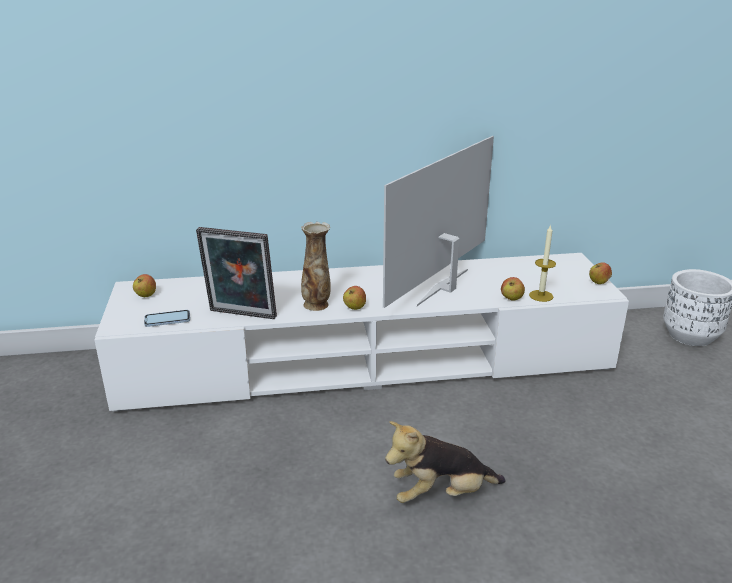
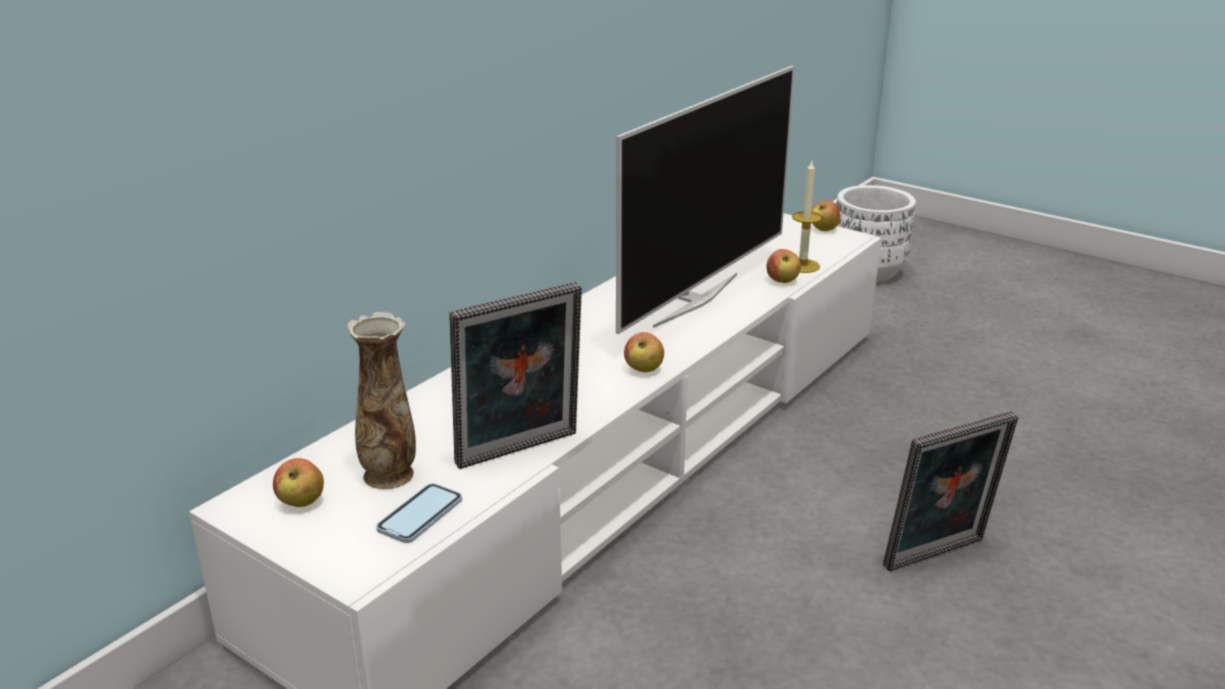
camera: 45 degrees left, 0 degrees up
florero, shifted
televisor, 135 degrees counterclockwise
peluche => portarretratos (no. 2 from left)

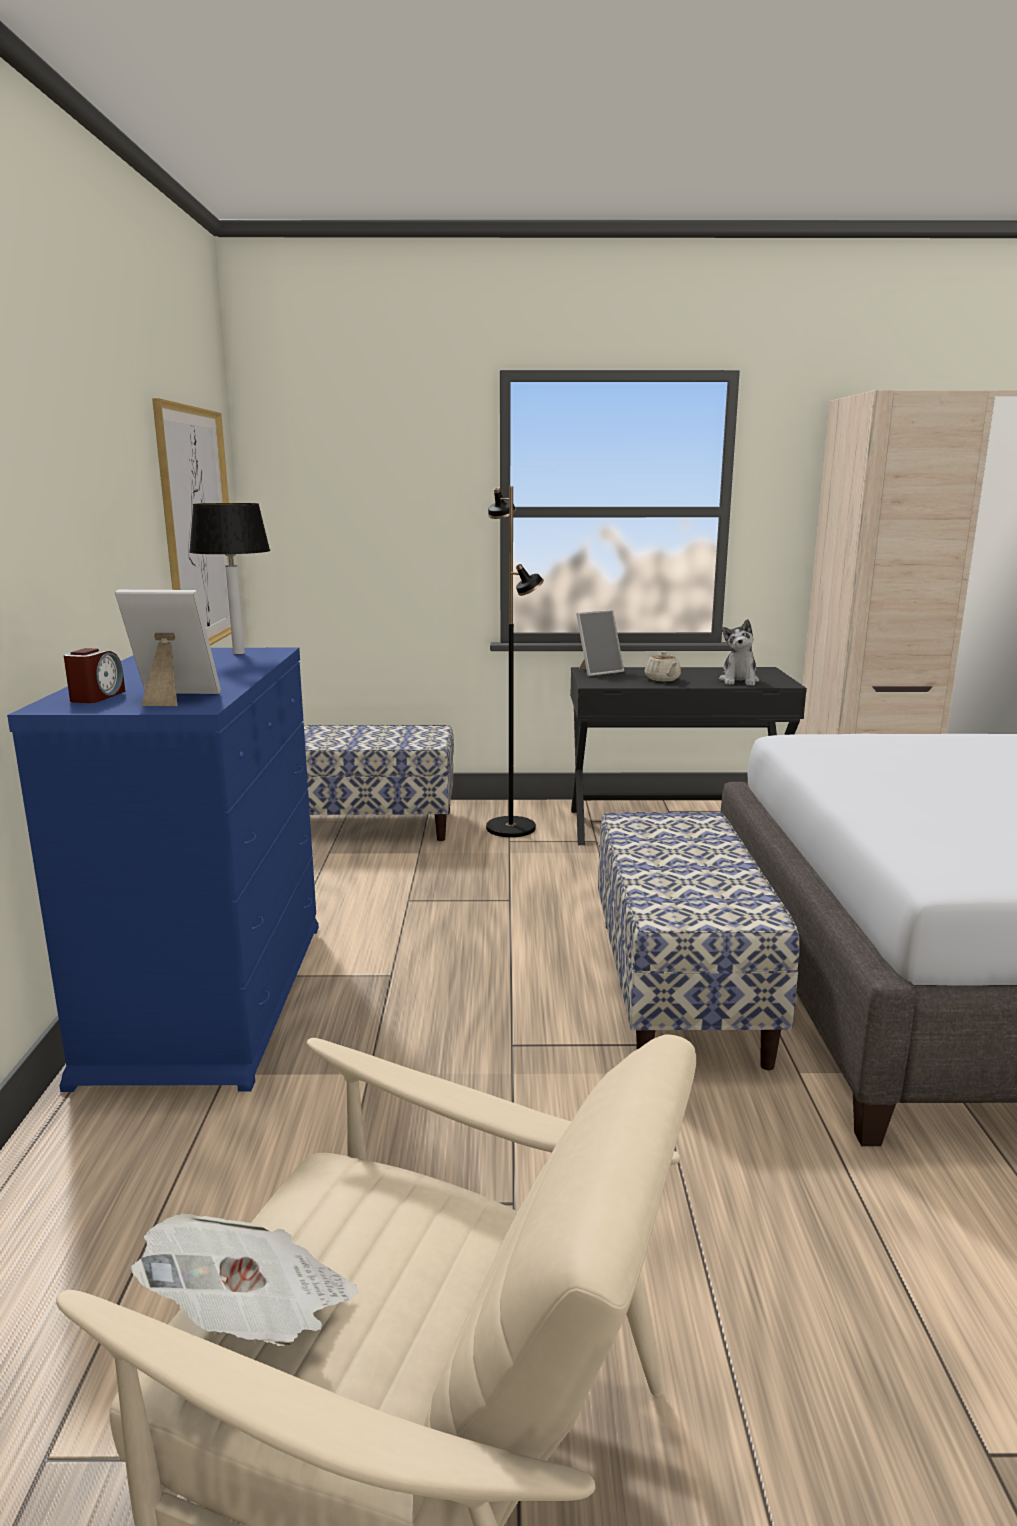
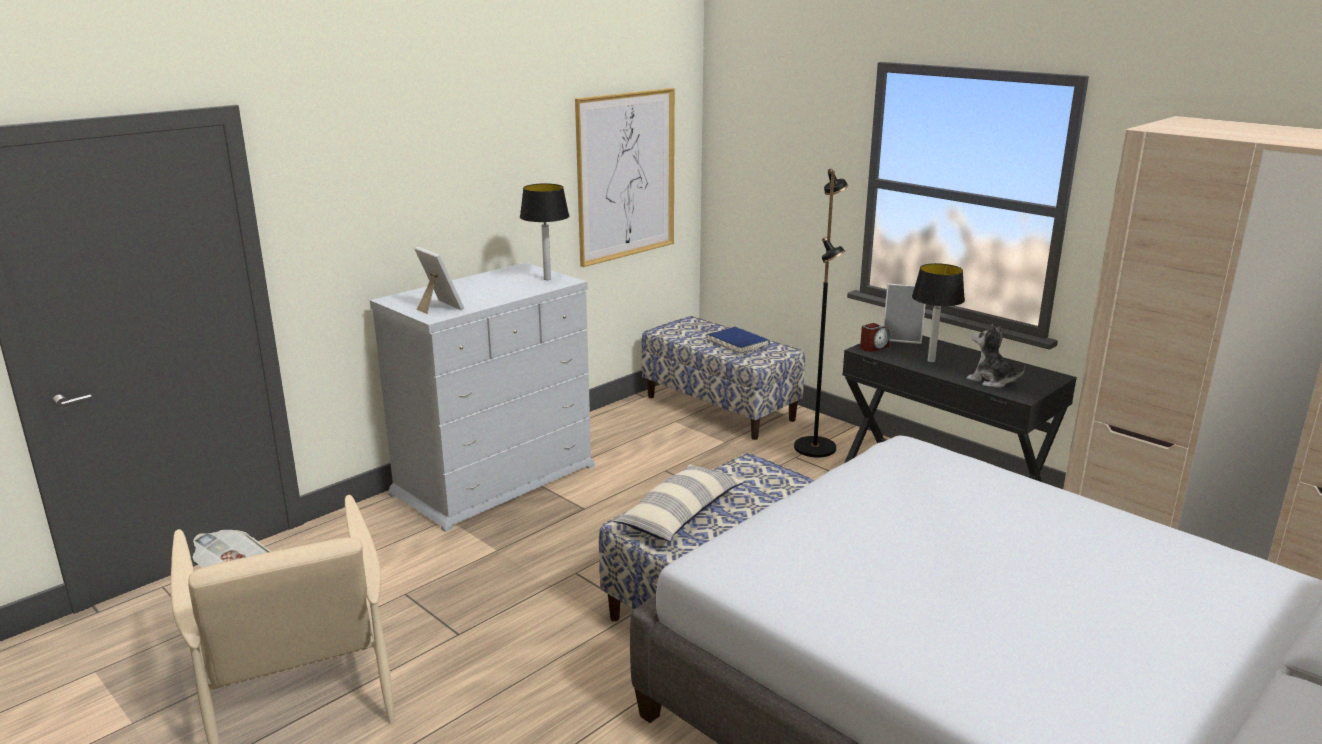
camera: 45 degrees right, 5 degrees up
cómoda [azul] => cómoda [blanco]
nothing => cojín
nothing => libro [azul]
despertador, shifted
tetera [beis] => lámpara de mesa (no. 2 from left)
peluche, 75 degrees clockwise

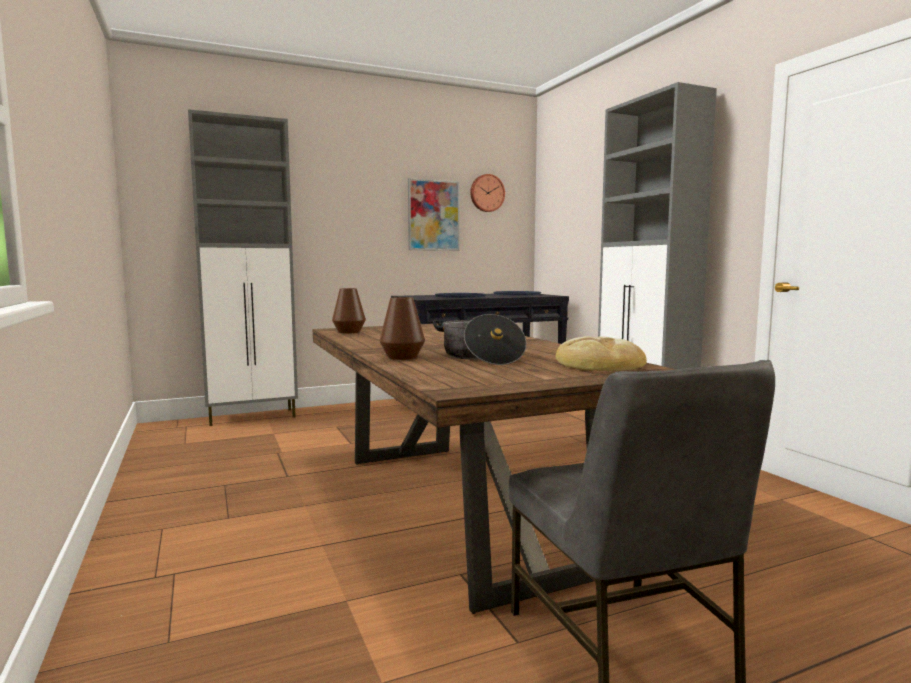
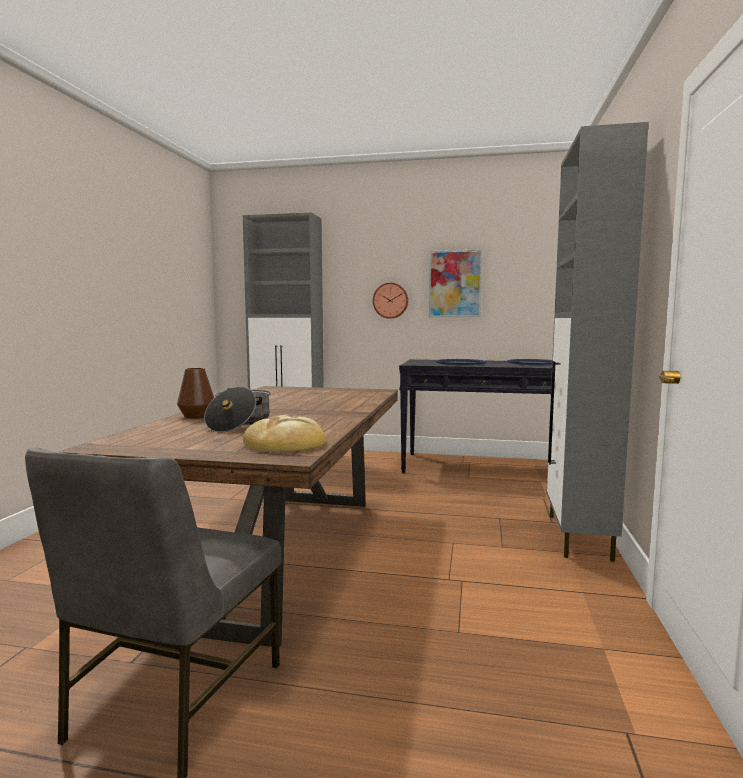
camera: 35 degrees right, 0 degrees up
reloj de pared, shifted
florero [marrón] (no. 1 from left) => nothing

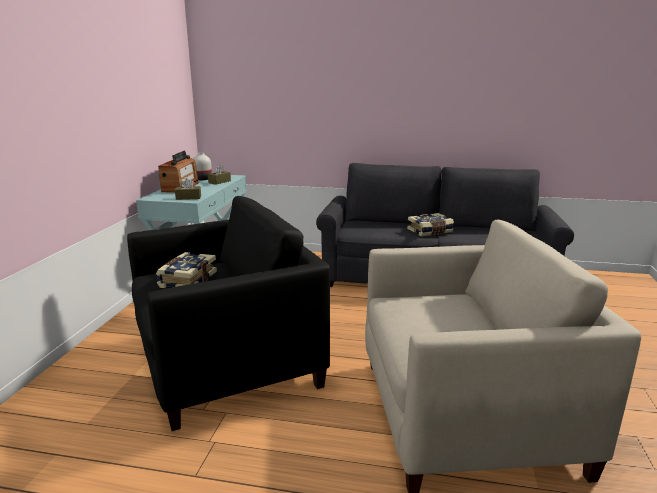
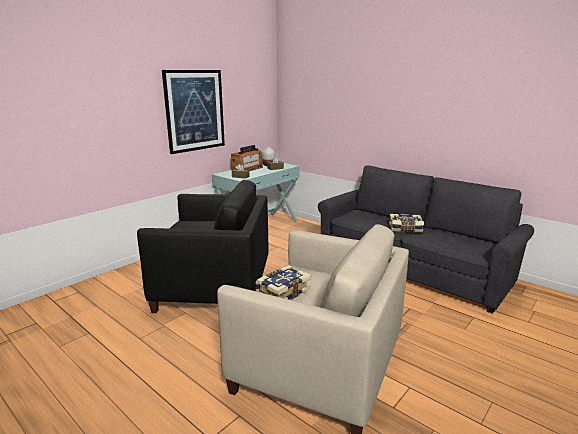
camera: 30 degrees right, 0 degrees up
nothing => cuadro
libro (no. 1 from left), shifted

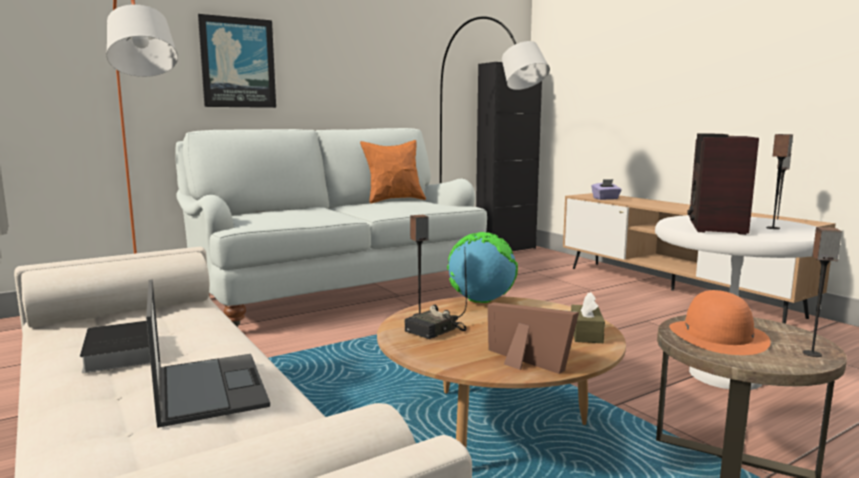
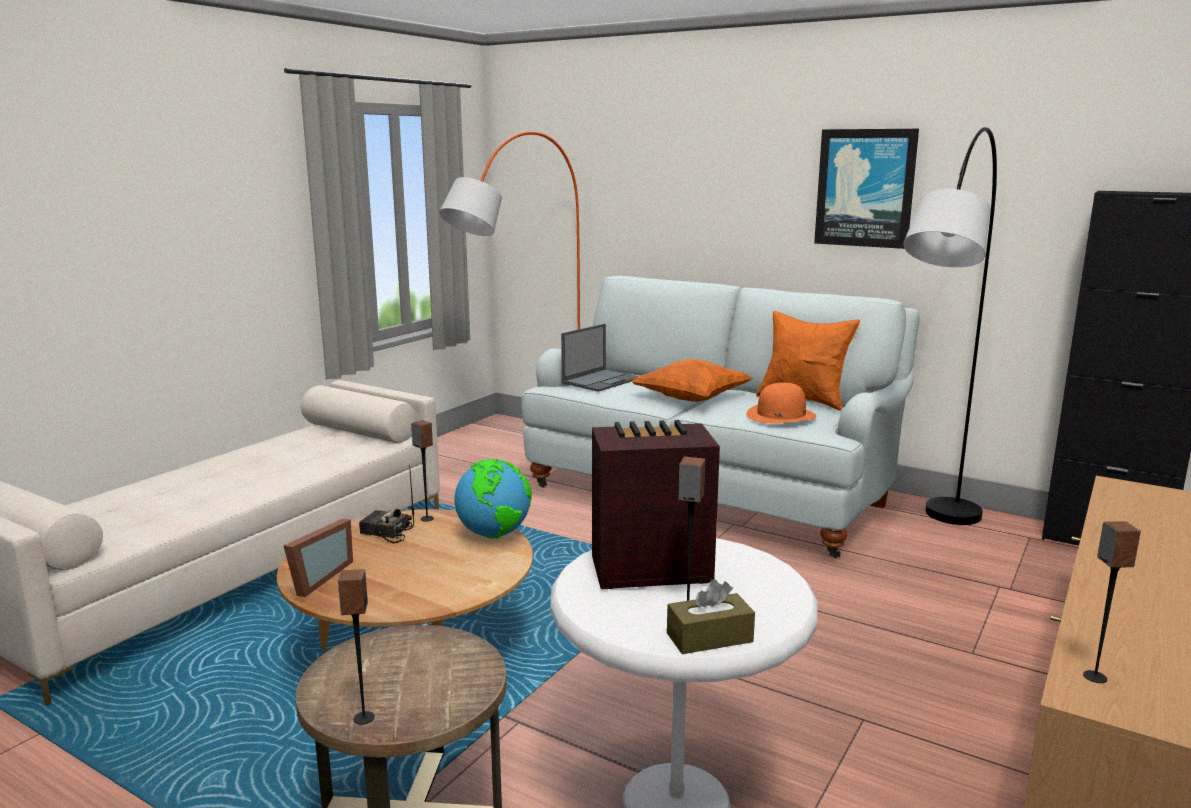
camera: 65 degrees right, 5 degrees up
portátil, shifted
nothing => cojín [naranja] (no. 1 from left)
caja de pañuelos [marrón], shifted
sombrero [naranja], shifted
cuadro, shifted
libro => nothing
caja de pañuelos [morado] => nothing

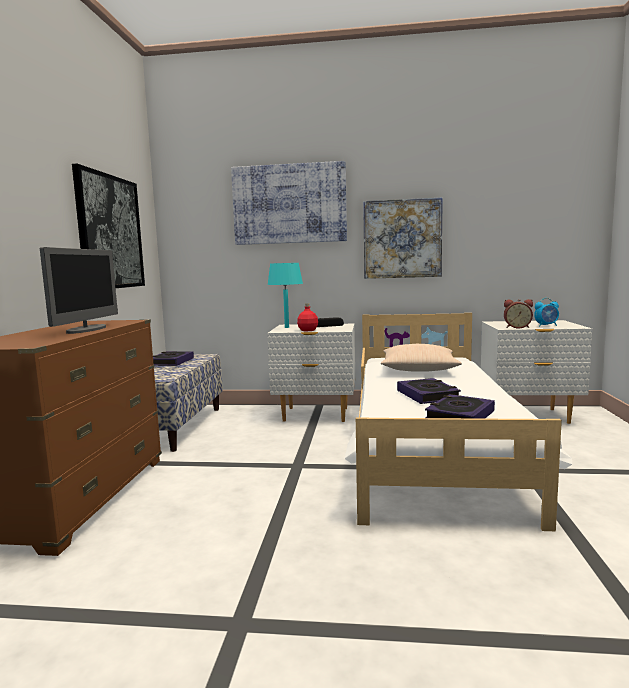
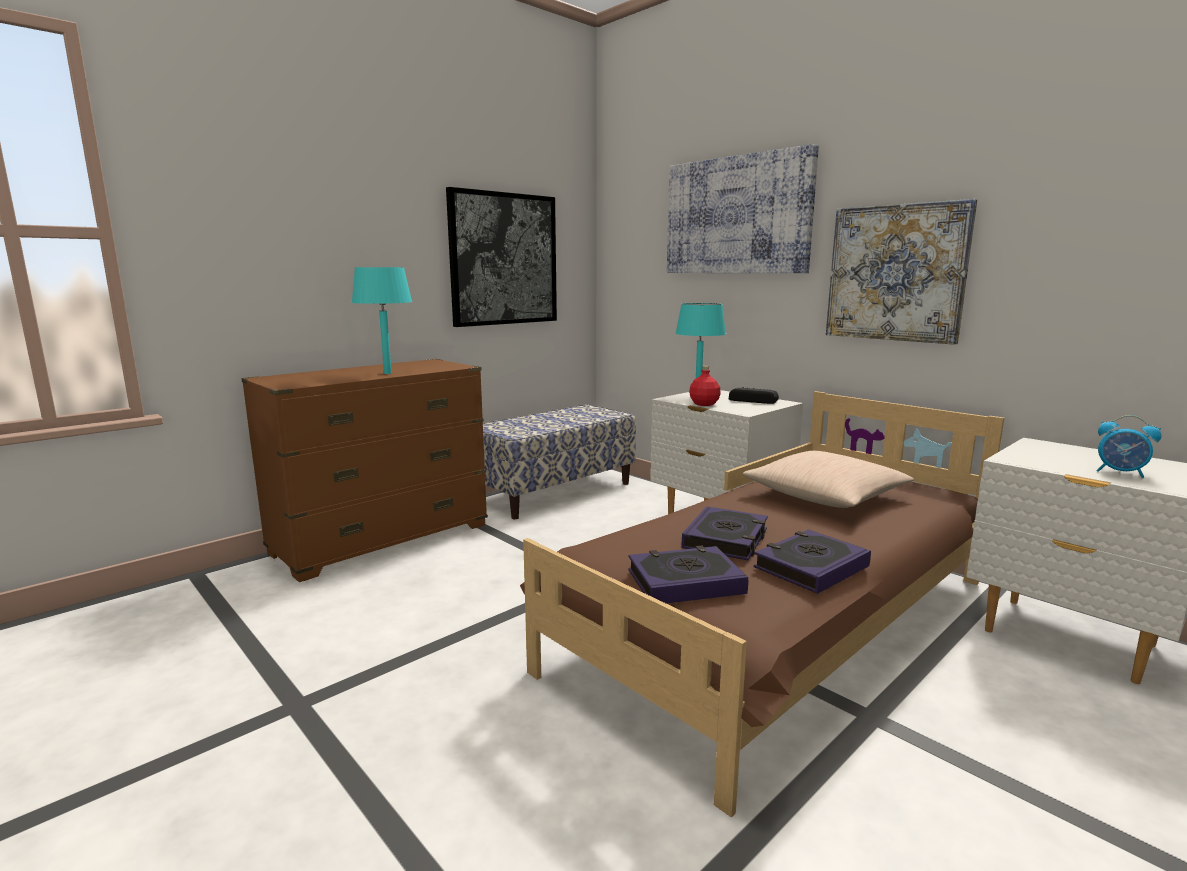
camera: 40 degrees right, 5 degrees up
monitor => lámpara de mesa [turquesa] (no. 1 from left)
cama [blanco] => cama [marrón]
libro (no. 1 from left in the first image) => libro (no. 3 from left), shifted
despertador (no. 1 from left) => nothing

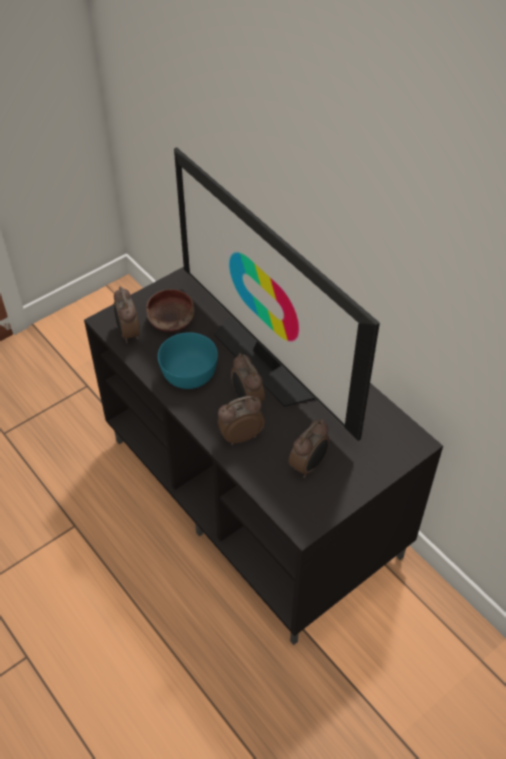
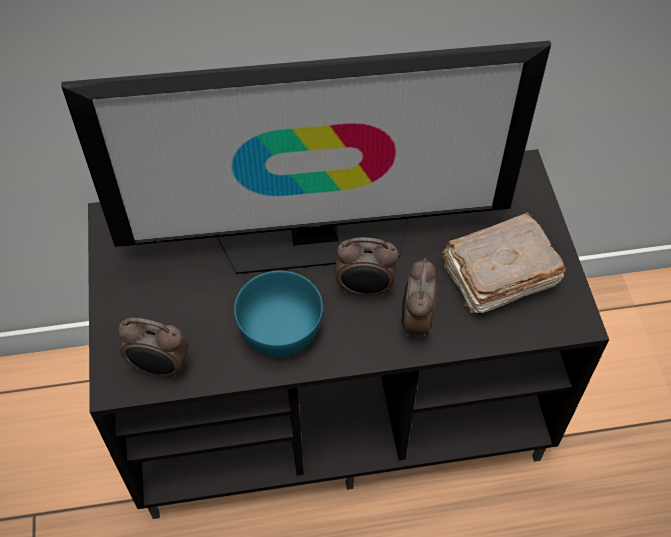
camera: 60 degrees left, 5 degrees up
despertador (no. 4 from left) => libro [marrón]
cuenco [marrón] => nothing

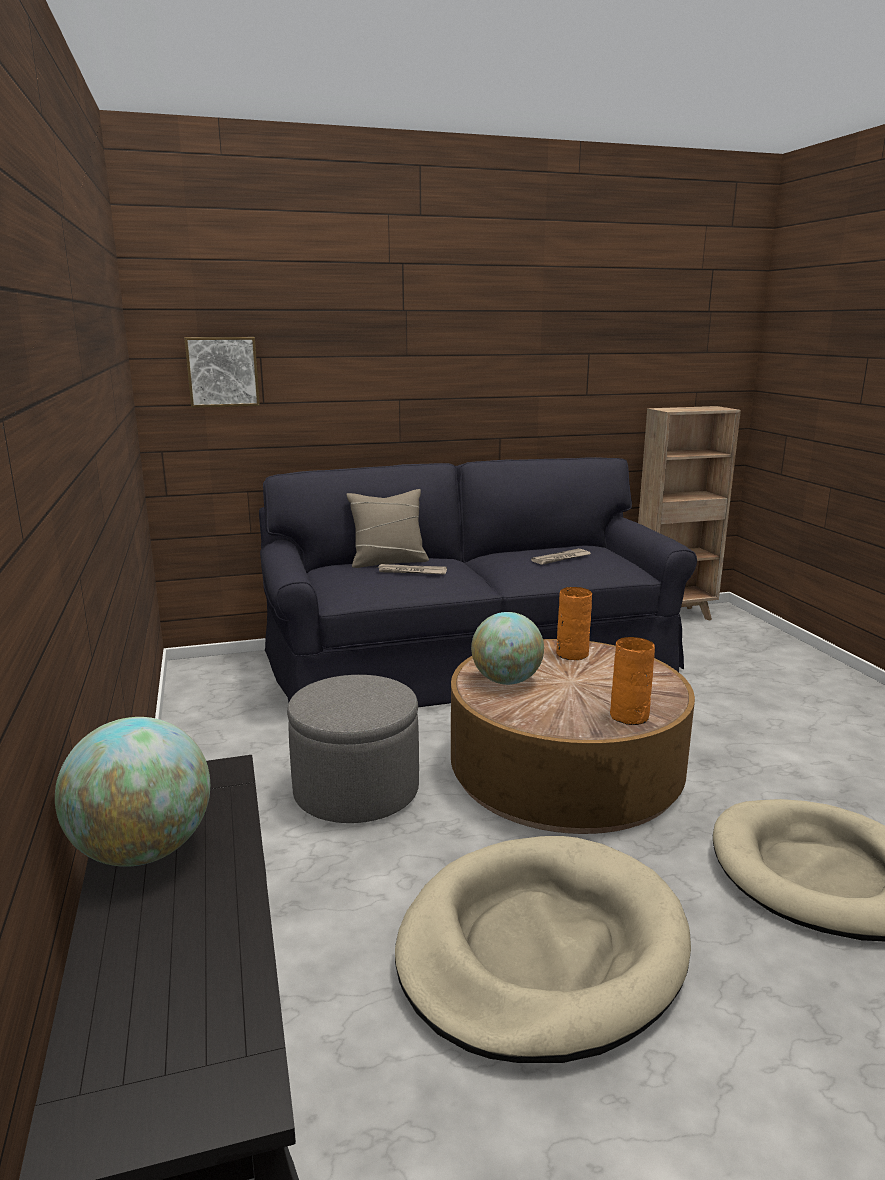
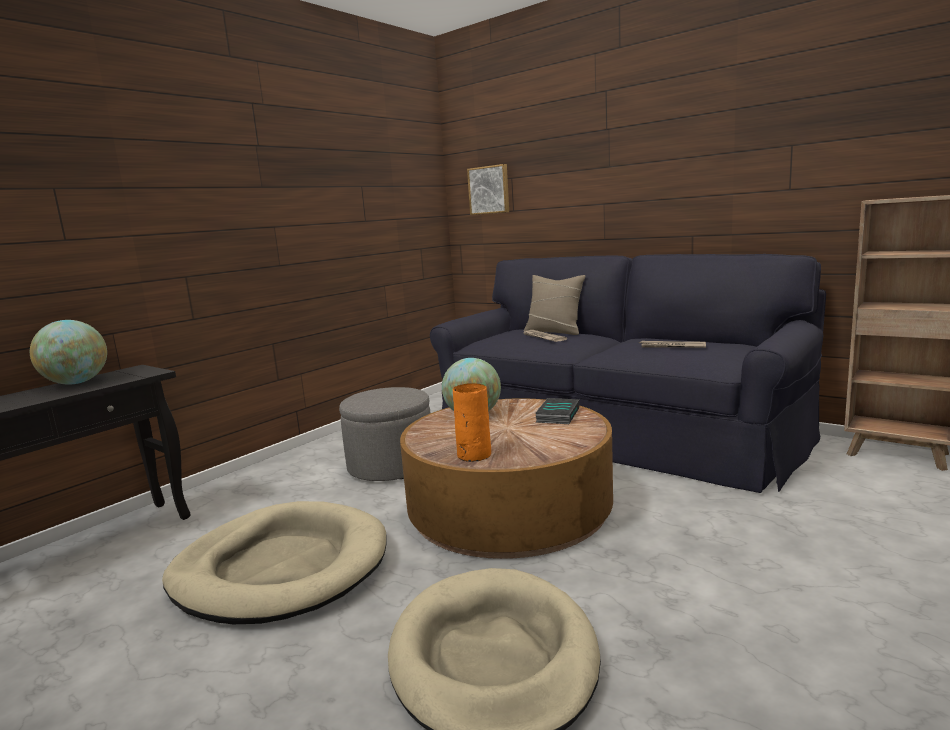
camera: 55 degrees right, 5 degrees down
florero [naranja] (no. 1 from left) => libro

